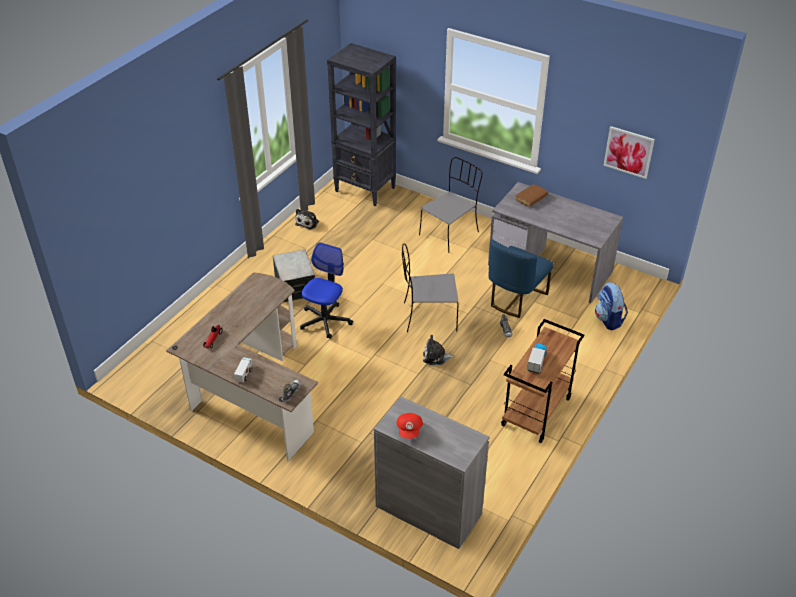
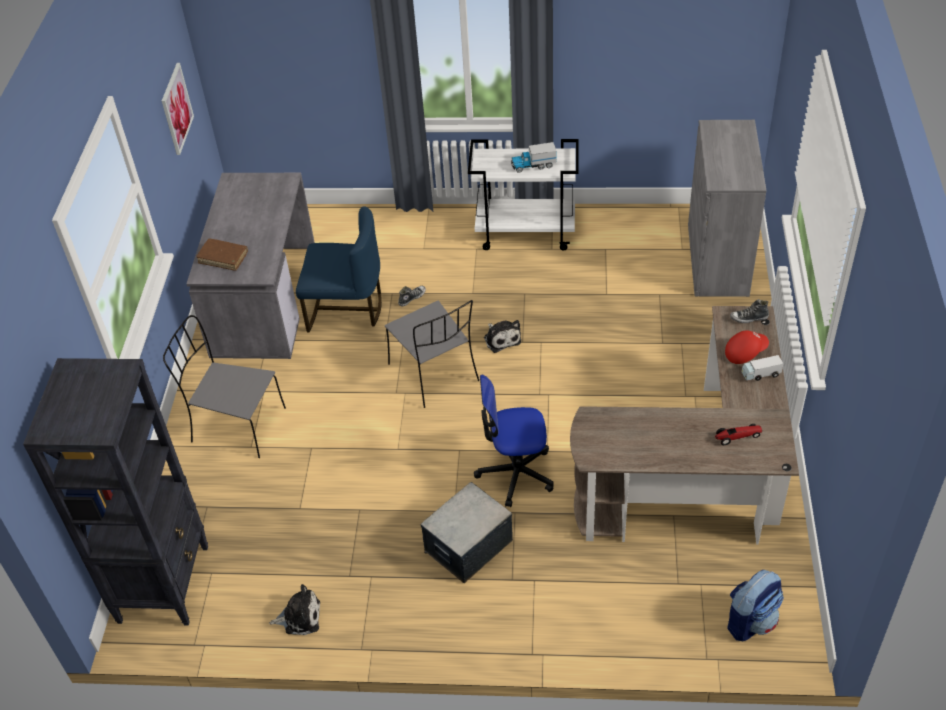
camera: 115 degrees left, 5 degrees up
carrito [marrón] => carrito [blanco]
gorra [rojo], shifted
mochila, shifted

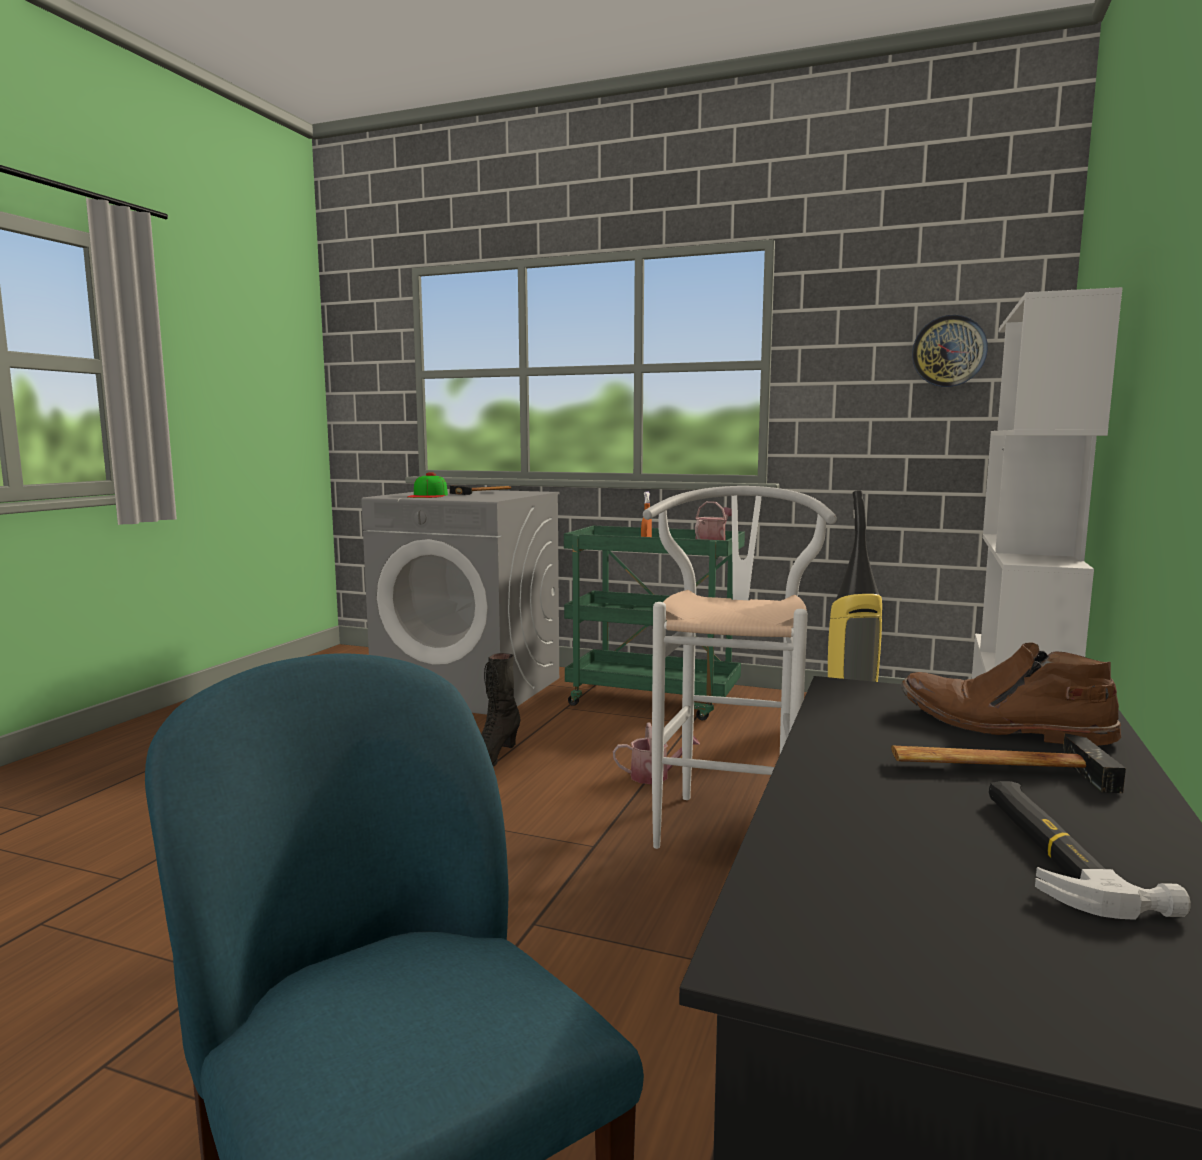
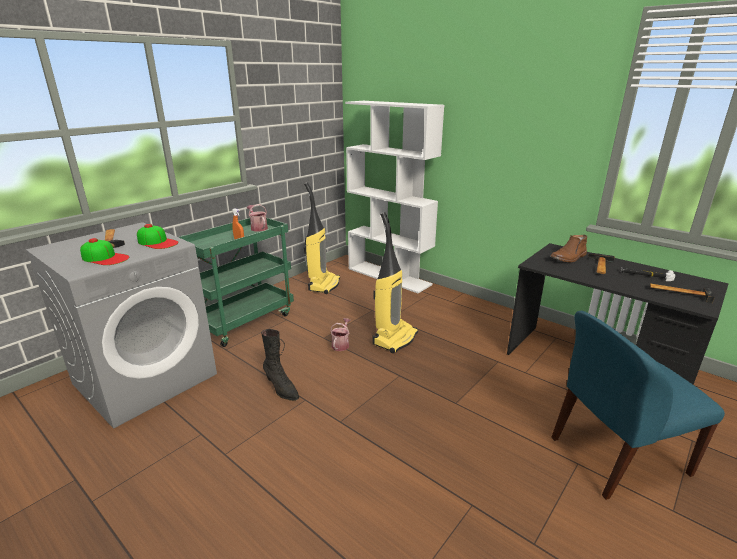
camera: 70 degrees left, 15 degrees up
nothing => gorra (no. 2 from left)
taburete [blanco] => aspiradora (no. 2 from left)
nothing => martillo (no. 4 from left)
reloj de pared => nothing

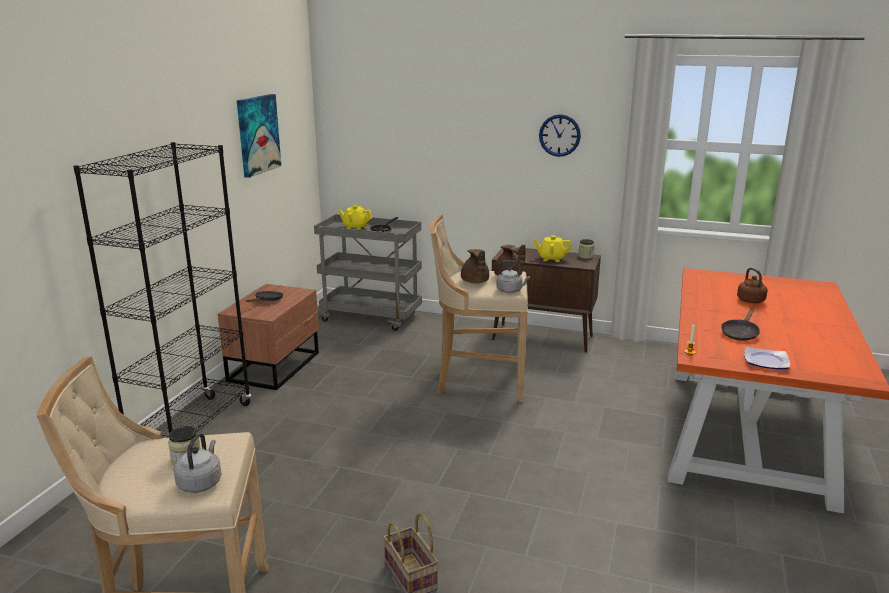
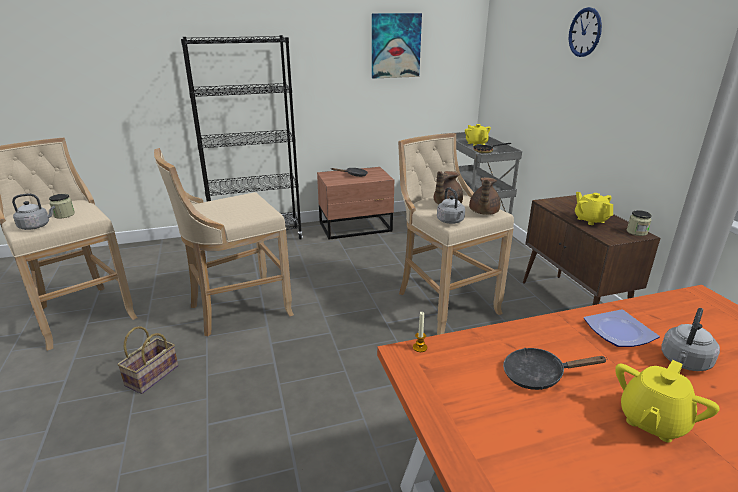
camera: 55 degrees right, 5 degrees up
nothing => taburete [beis] (no. 2 from left)
reloj de pared, shifted
plato, shifted
nothing => tetera [amarillo] (no. 3 from left)
hervidor [marrón] => hervidor [gris] (no. 3 from left)

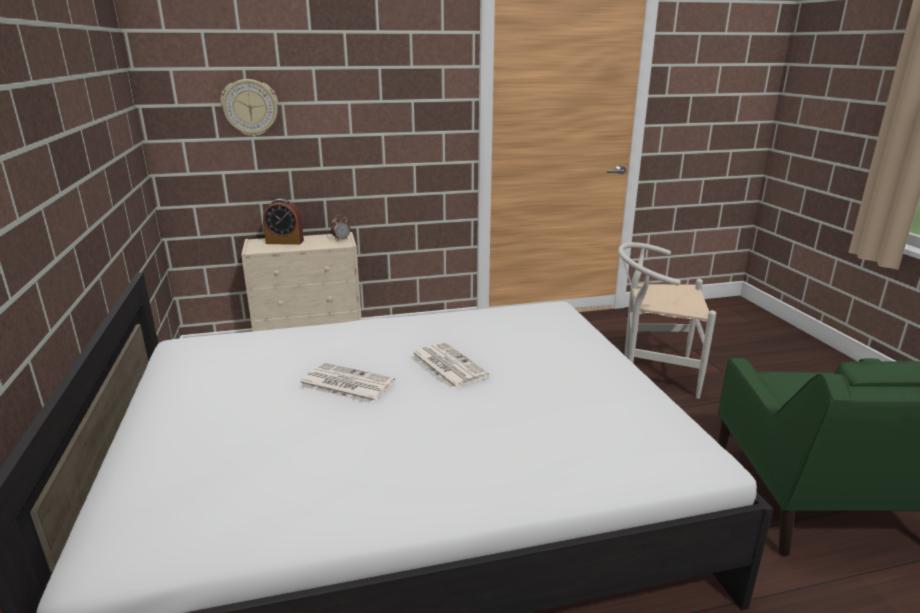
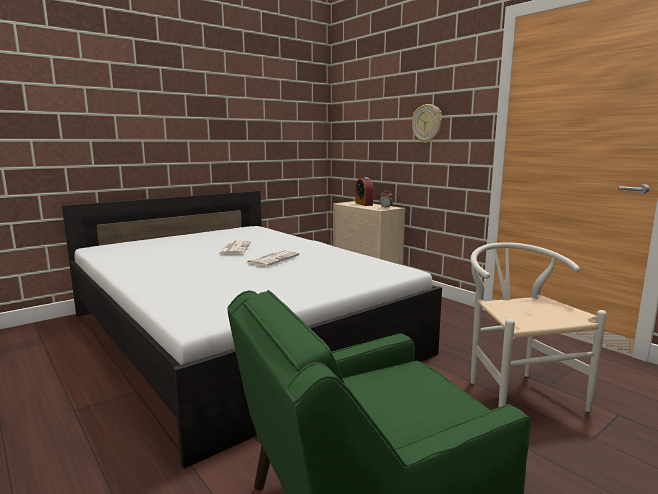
camera: 65 degrees right, 10 degrees down
reloj de pared, shifted

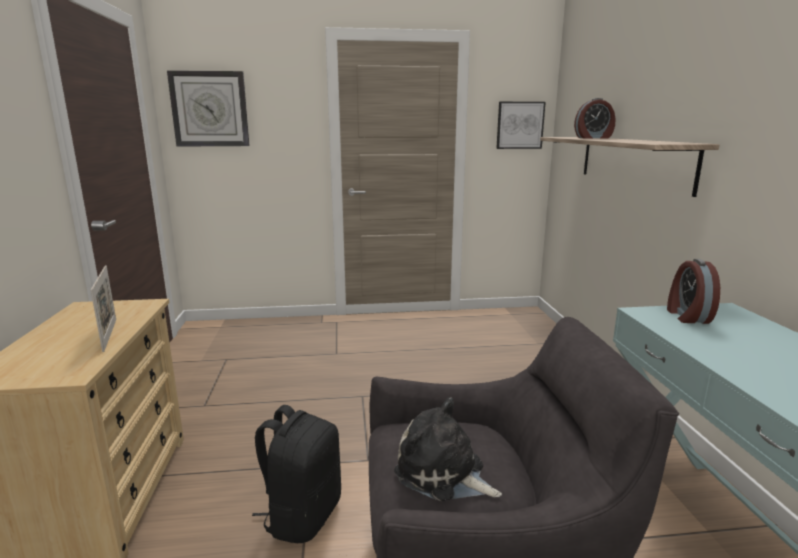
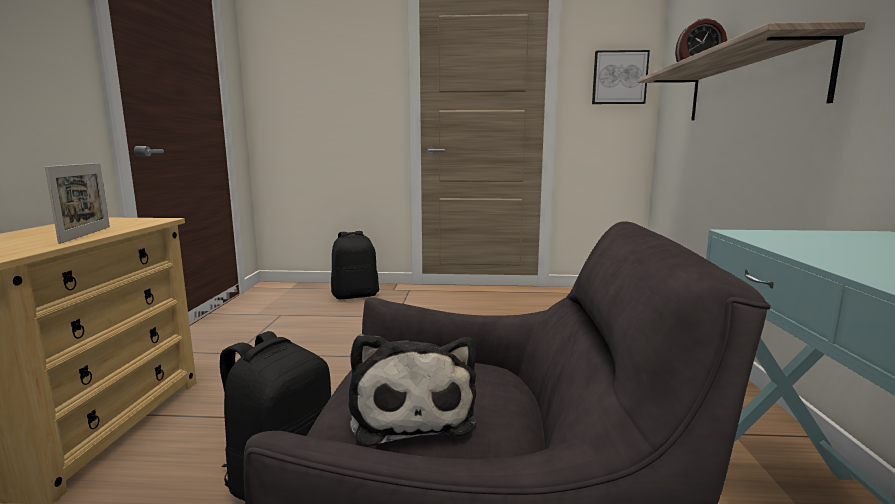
camera: 10 degrees right, 5 degrees down
nothing => mochila [negro] (no. 2 from left)
peluche, 150 degrees counterclockwise
reloj de pared => nothing
despertador (no. 2 from left) => nothing

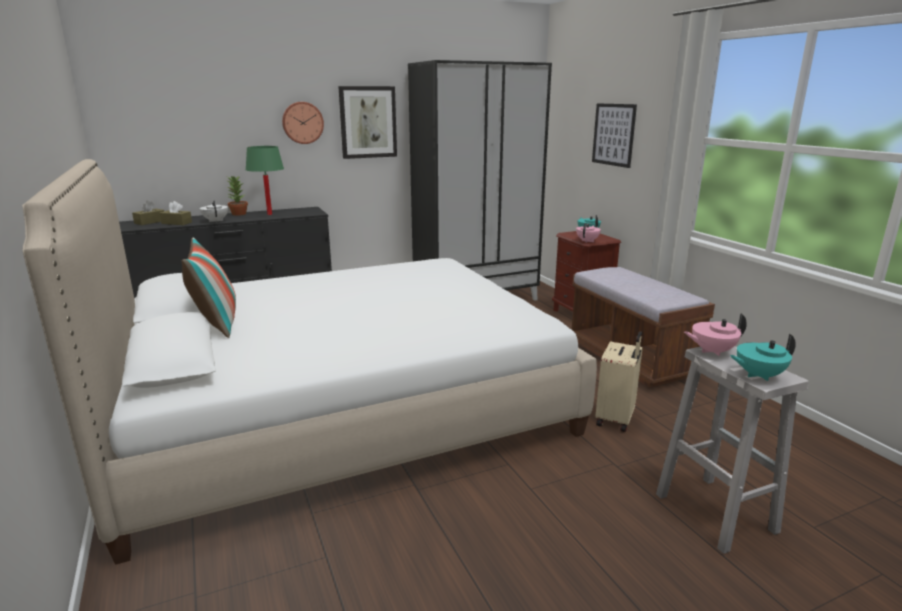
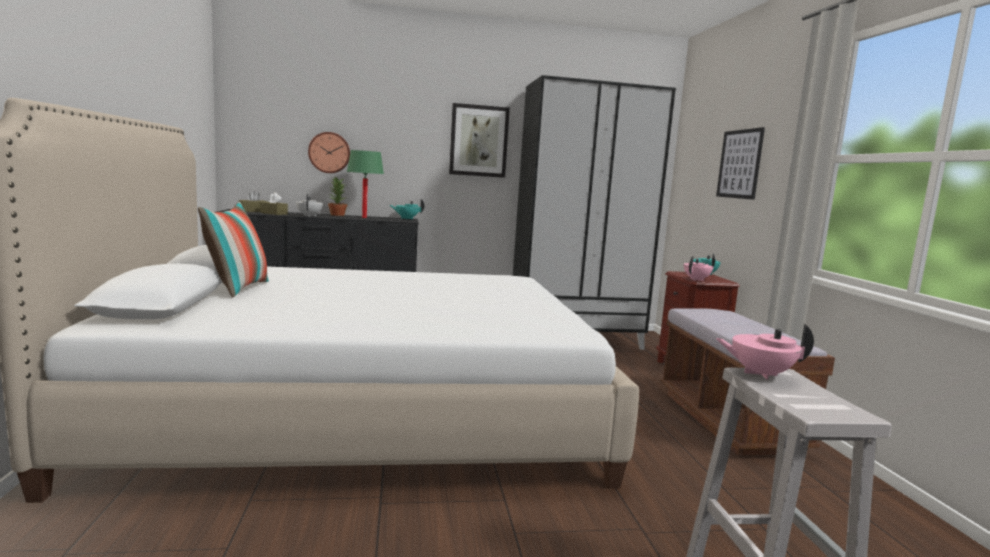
camera: 15 degrees right, 10 degrees down
reloj de pared, shifted
tetera [turquesa] (no. 2 from left in the first image) => tetera [turquesa] (no. 1 from left), shifted
maleta [beis] => nothing

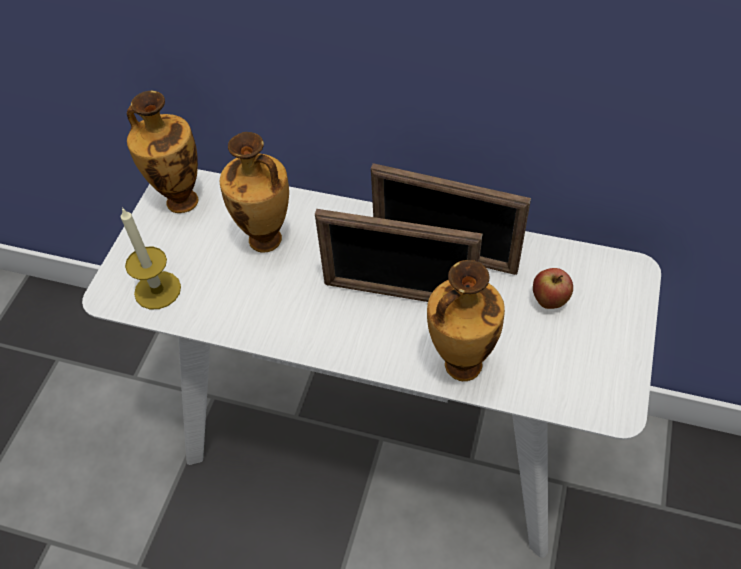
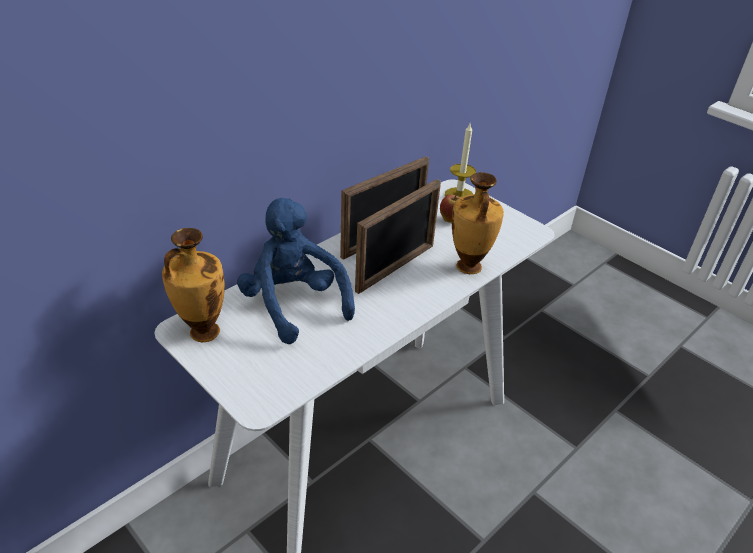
camera: 65 degrees left, 15 degrees down
florero (no. 2 from left) => peluche [azul]
vela, shifted

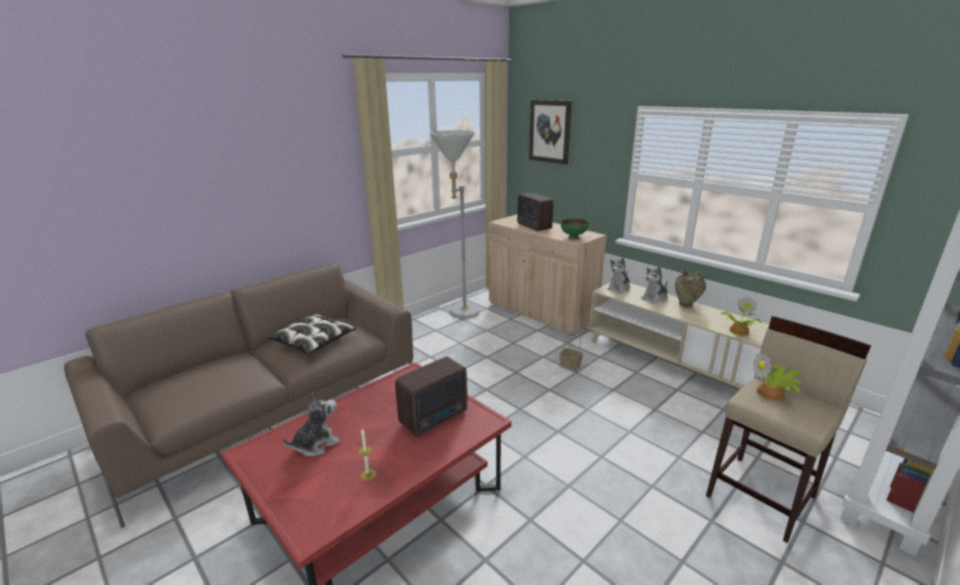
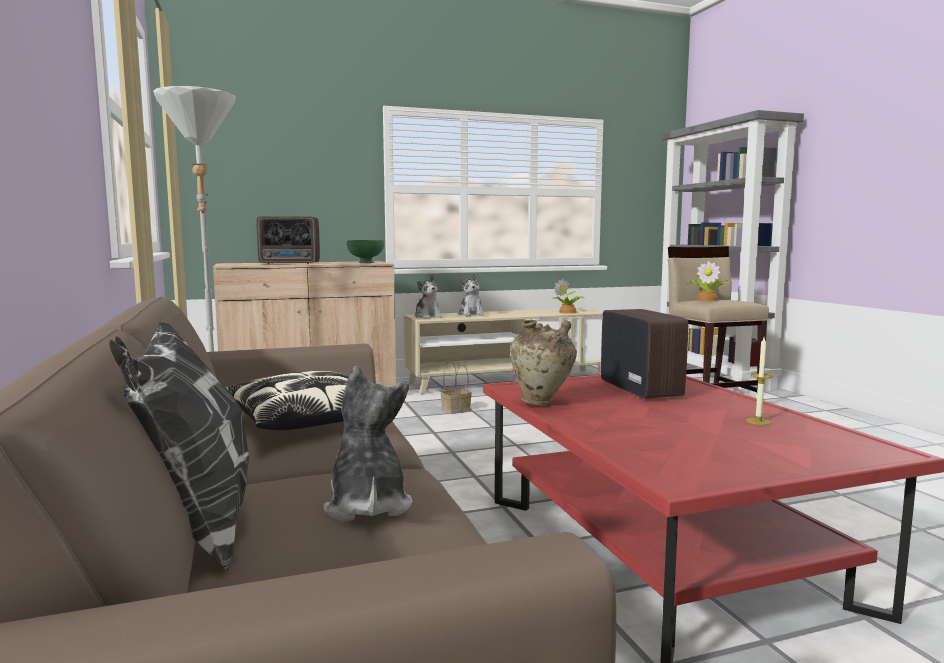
camera: 65 degrees left, 15 degrees down
nothing => cojín (no. 1 from left)
peluche (no. 1 from left), shifted
florero [beis], shifted
cuadro => nothing

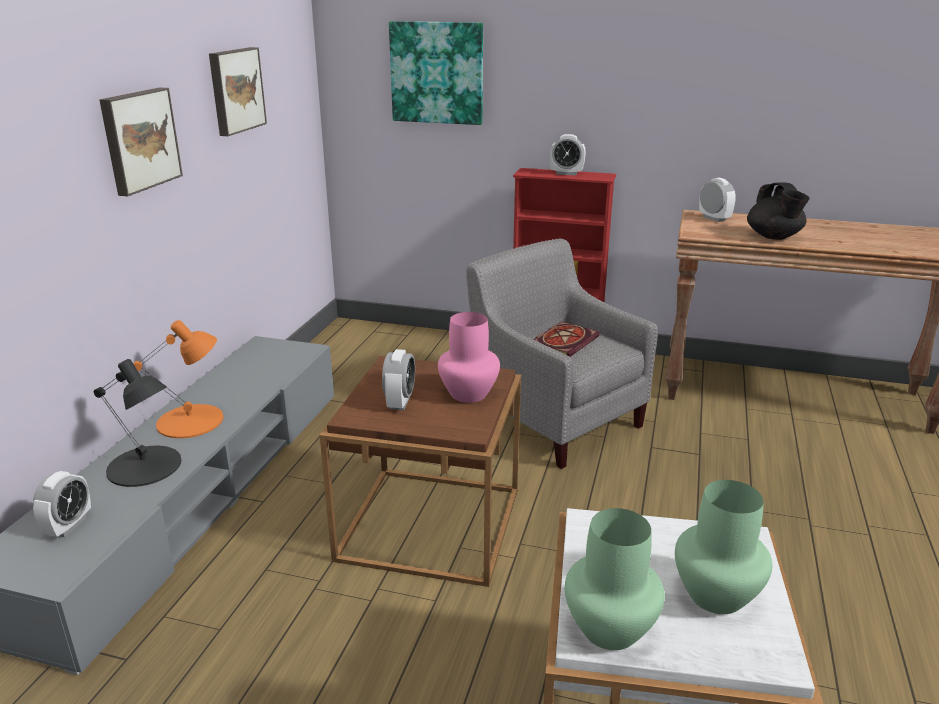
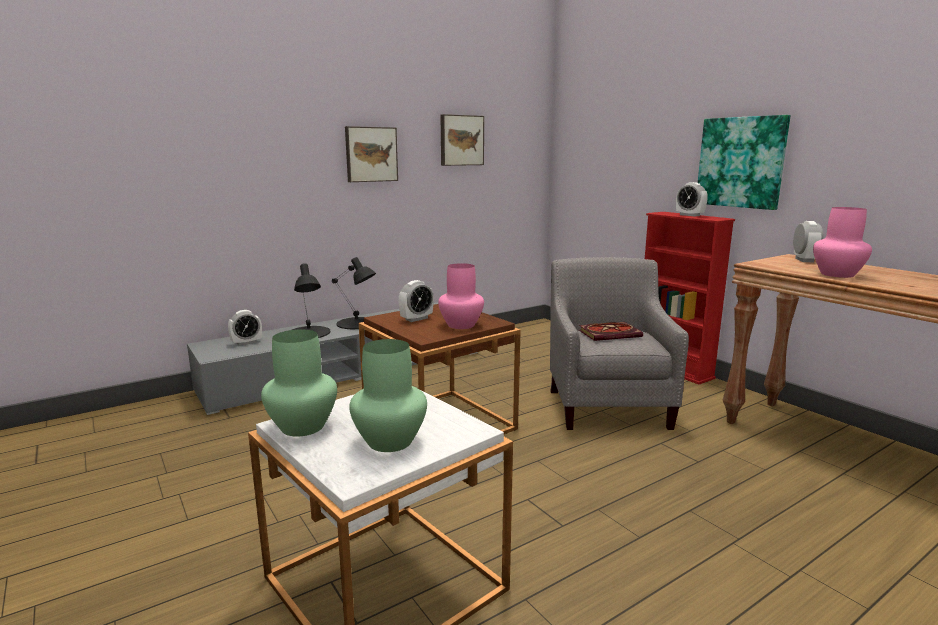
camera: 40 degrees right, 10 degrees down
lámpara de mesa [naranja] => lámpara de mesa [negro] (no. 2 from left)
cuadro (no. 3 from left), shifted
tetera [negro] => florero [rosa] (no. 2 from left)

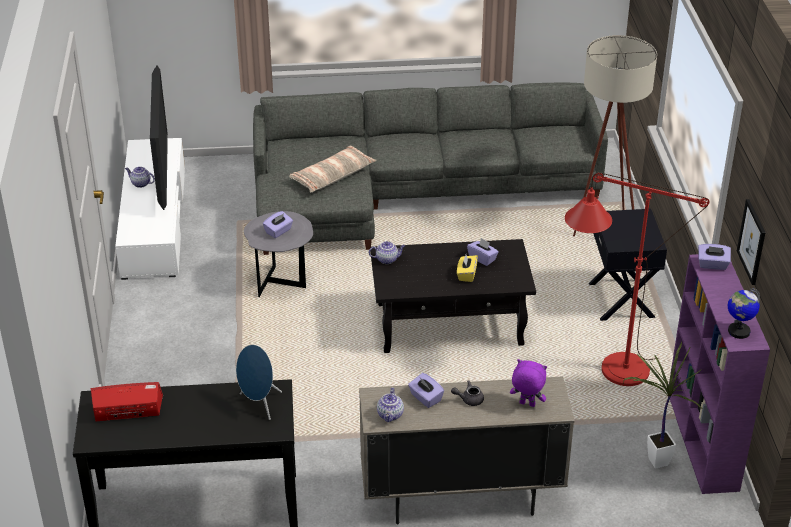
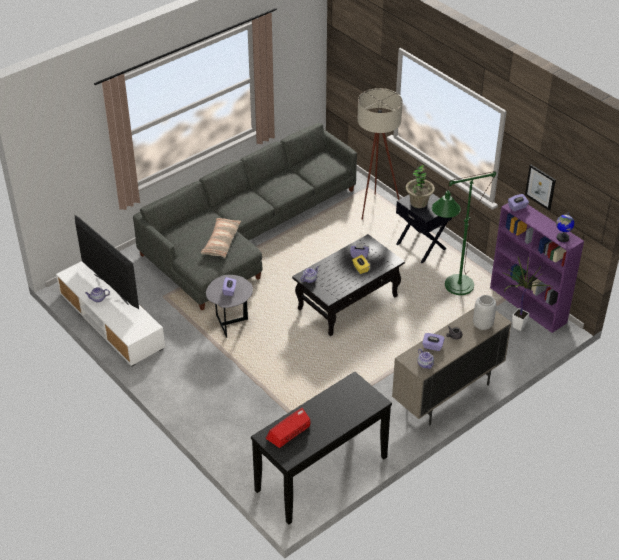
camera: 35 degrees left, 5 degrees up
nothing => planta en maceta (no. 1 from left)
lámpara de pie [rojo] => lámpara de pie [verde]
peluche [morado] => florero [gris]
altavoz [azul] => nothing

